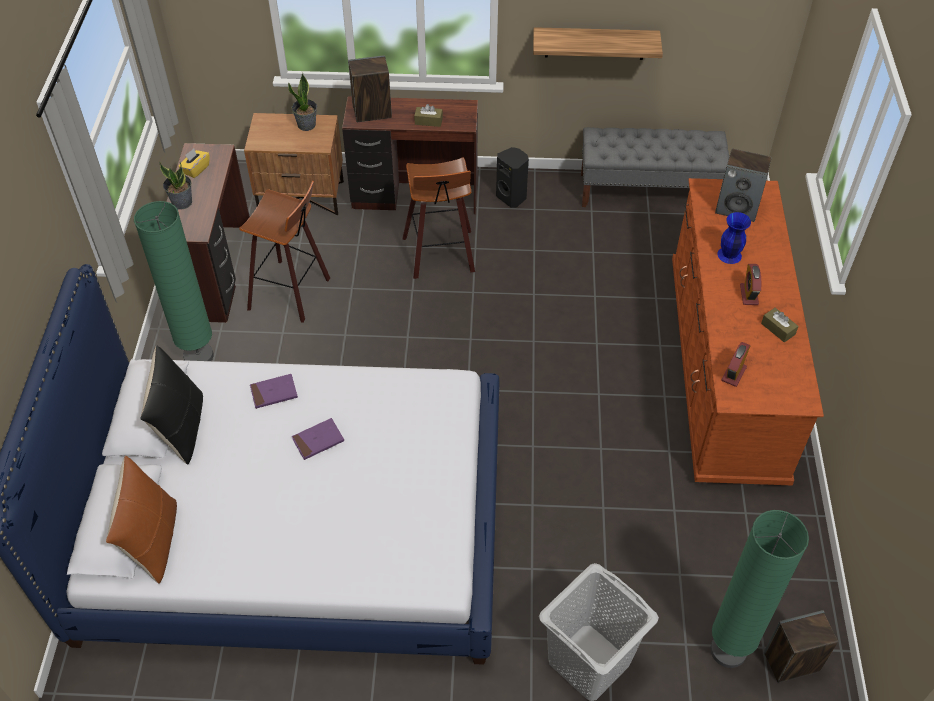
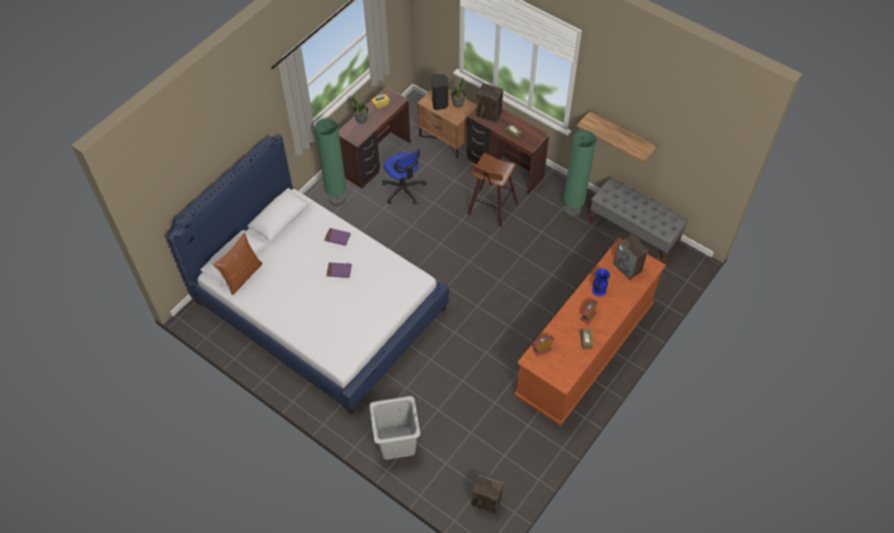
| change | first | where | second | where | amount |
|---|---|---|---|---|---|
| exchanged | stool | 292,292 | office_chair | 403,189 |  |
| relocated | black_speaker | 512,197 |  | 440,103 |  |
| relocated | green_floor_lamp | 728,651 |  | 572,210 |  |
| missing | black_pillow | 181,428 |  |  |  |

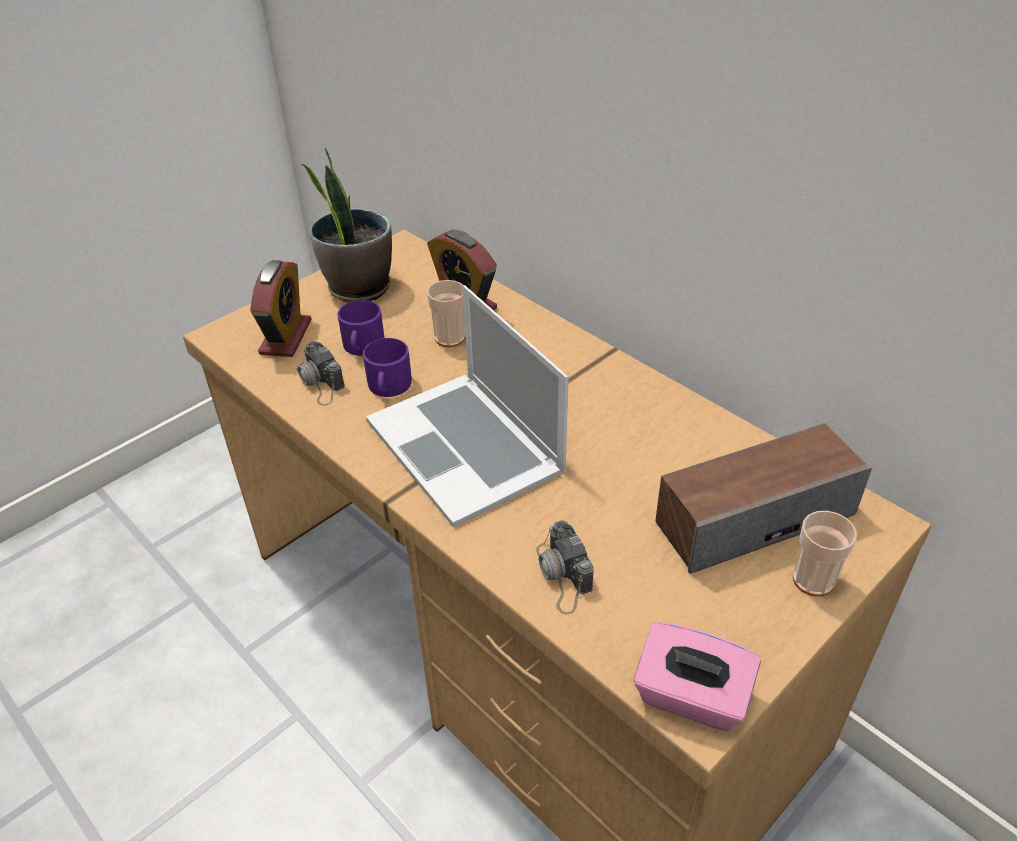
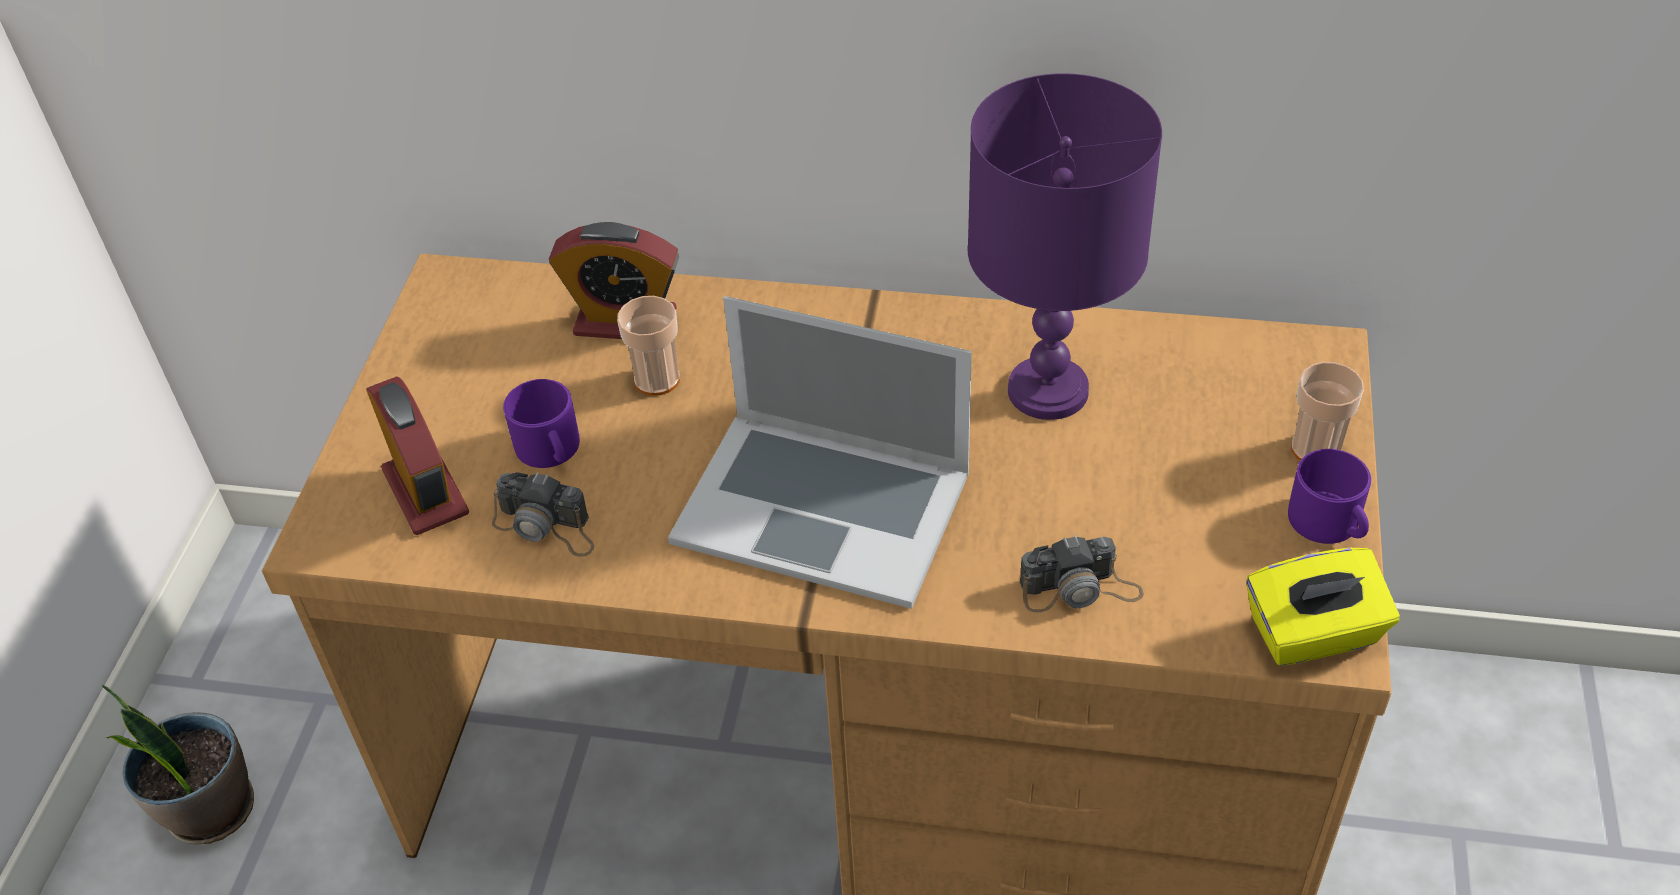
| change | first | where | second | where | amount |
|---|---|---|---|---|---|
| relocated | potted_plant | 358,287 |  | 209,810 |  |
| appeared |  |  | purple_table_lamp | 1047,392 |  |
| spun | photo_camera | 563,575 |  | 1080,589 | 45 degrees counterclockwise |
| colour | pink_tissue_box | 690,697 | yellow_tissue_box | 1313,634 |  |
| relocated | purple_mug | 388,386 |  | 1329,523 |  |
| missing | speaker | 754,517 |  |  |  |

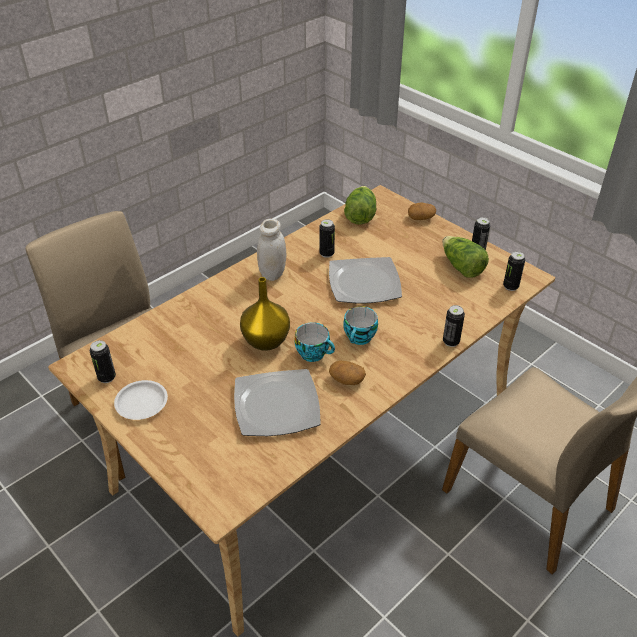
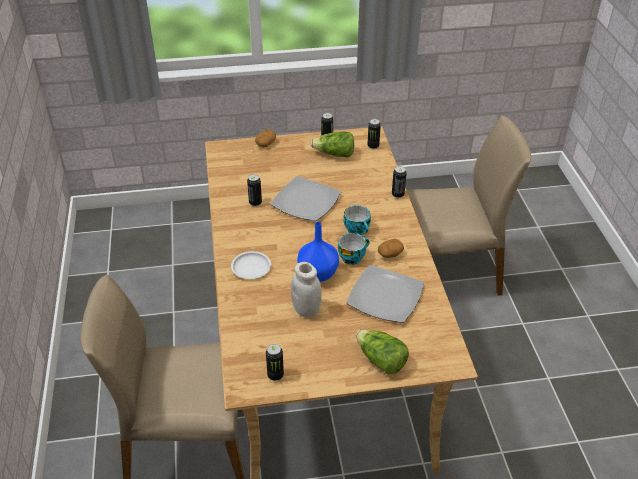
| change | first | where | second | where | amount |
|---|---|---|---|---|---|
| relocated | white_plate | 141,403 |  | 251,268 |  |
| relocated | white_jar | 272,273 |  | 306,310 |  |
| colour | yellow_vase | 265,341 | blue_vase | 317,274 |  |
| relocated | lettuce | 360,215 |  | 381,360 |  |

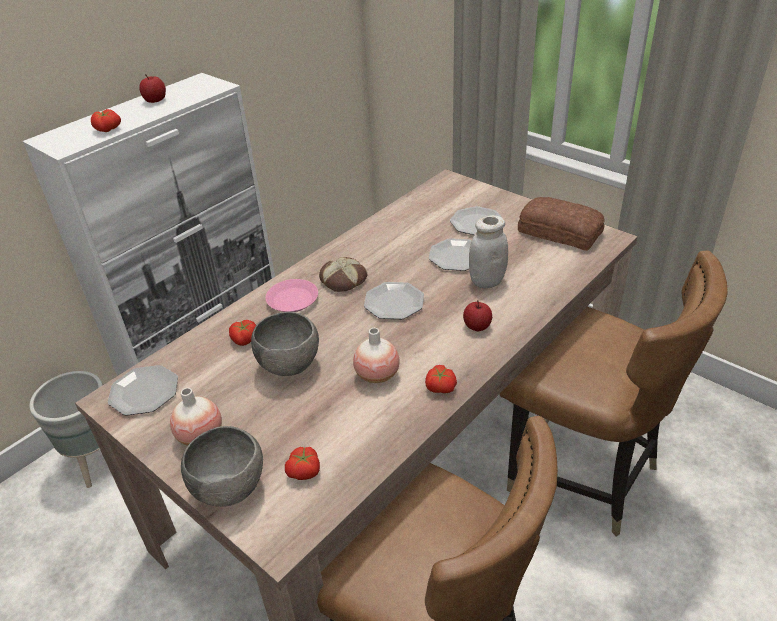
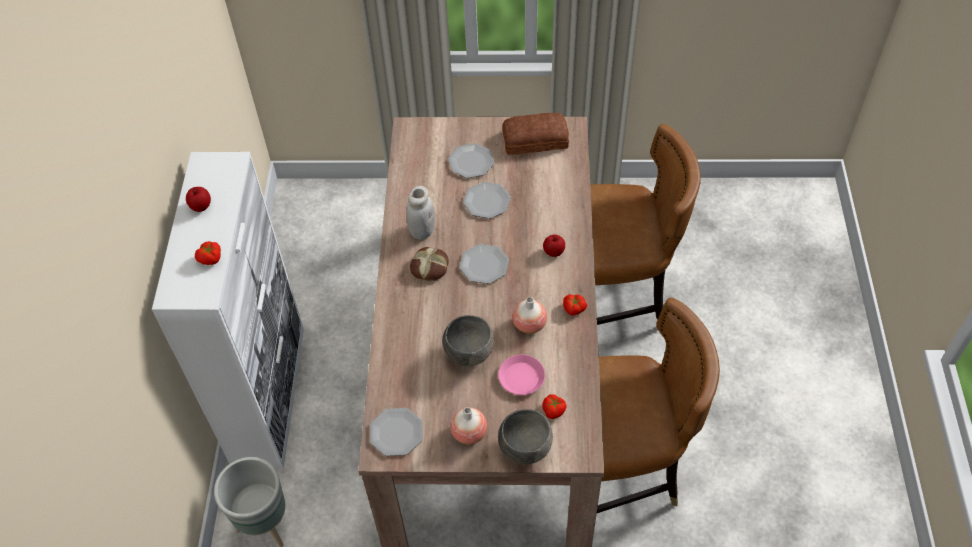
| change | first | where | second | where | amount |
|---|---|---|---|---|---|
| relocated | white_jar | 486,281 |  | 422,231 |  |
| relocated | pink_plate | 293,300 |  | 521,377 |  |
| missing | tomato | 245,340 |  |  |  |

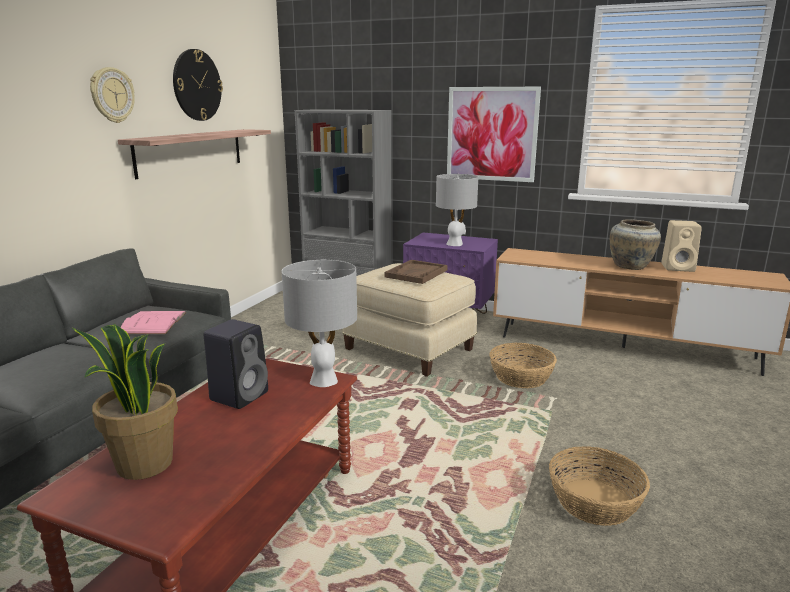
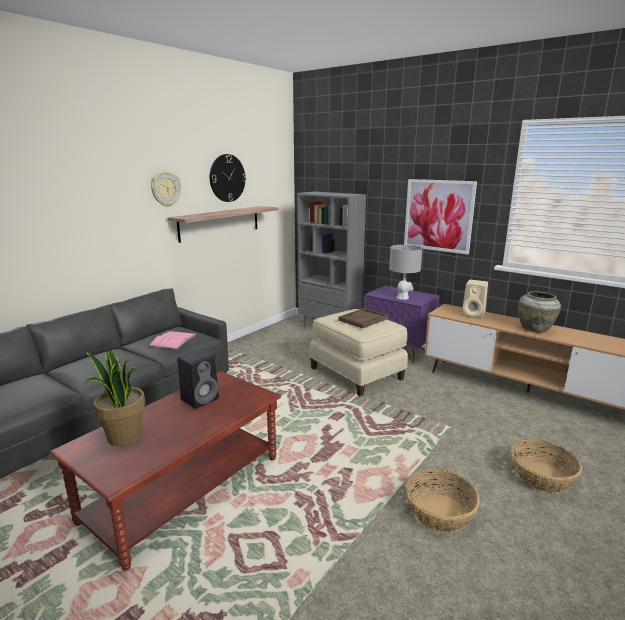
| change | first | where | second | where | amount |
|---|---|---|---|---|---|
| relocated | beige_speaker | 679,268 |  | 474,314 |  |
| relocated | basket | 521,377 |  | 542,476 |  |
| missing | grey_table_lamp | 324,380 |  |  |  |

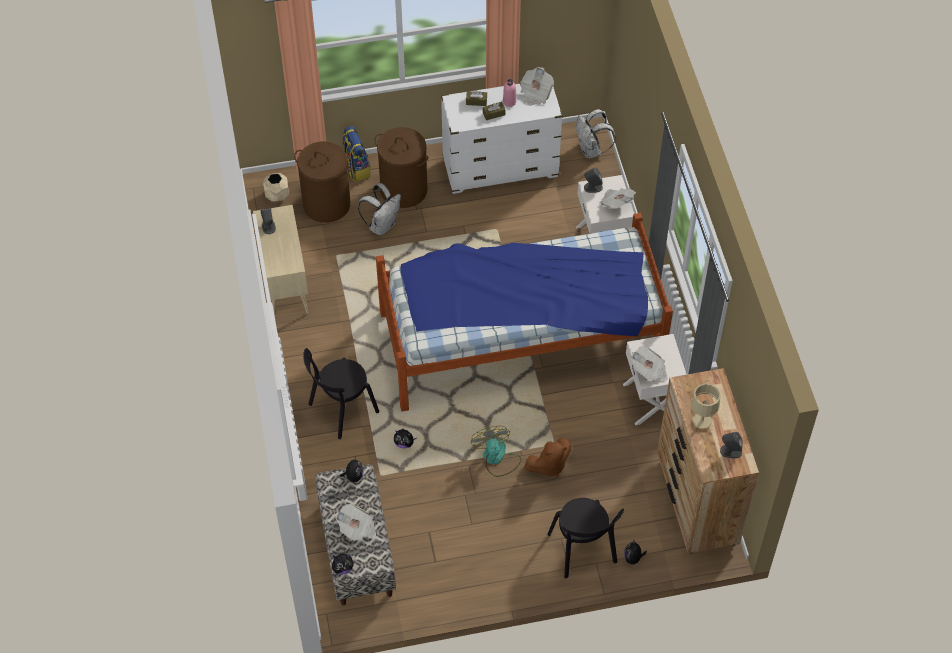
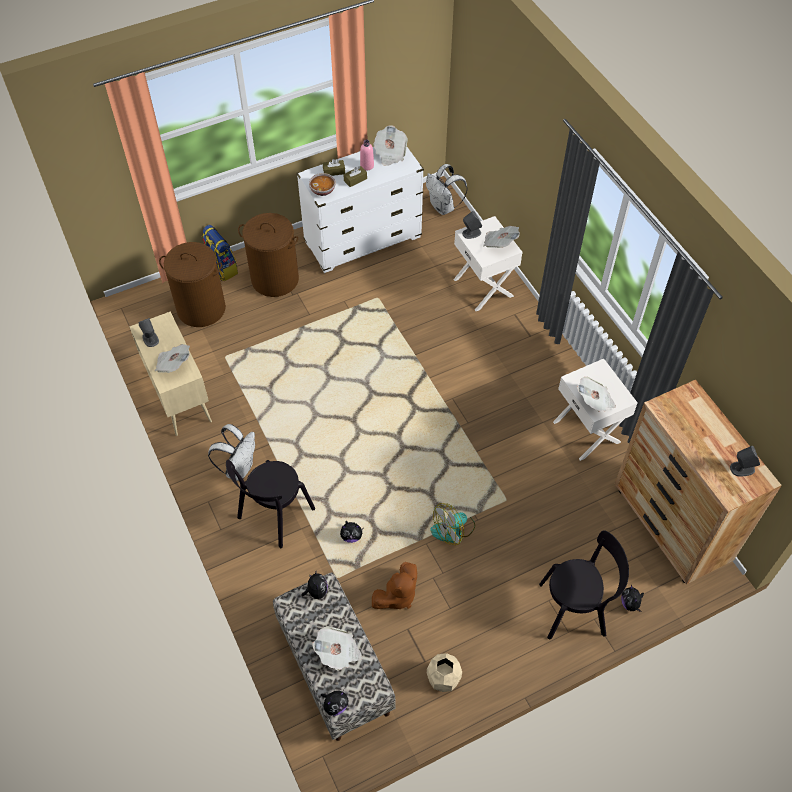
| change | first | where | second | where | amount |
|---|---|---|---|---|---|
| appeared |  |  | newspaper | 173,364 |  |
| relocated | white_backpack | 382,225 |  | 239,468 |  |
| appeared |  |  | bowl | 323,190 |  |
| relocated | brown_plush_toy | 549,465 |  | 397,596 |  |
| relocated | beige_planter | 276,195 |  | 443,678 |  |
| spun | fan | 497,458 |  | 453,529 | 90 degrees counterclockwise |
| spun | black_chair | 583,551 |  | 576,608 | 60 degrees counterclockwise |
| missing | bed | 520,337 |  |  |  |
| missing | beige_table_lamp | 700,417 |  |  |  |

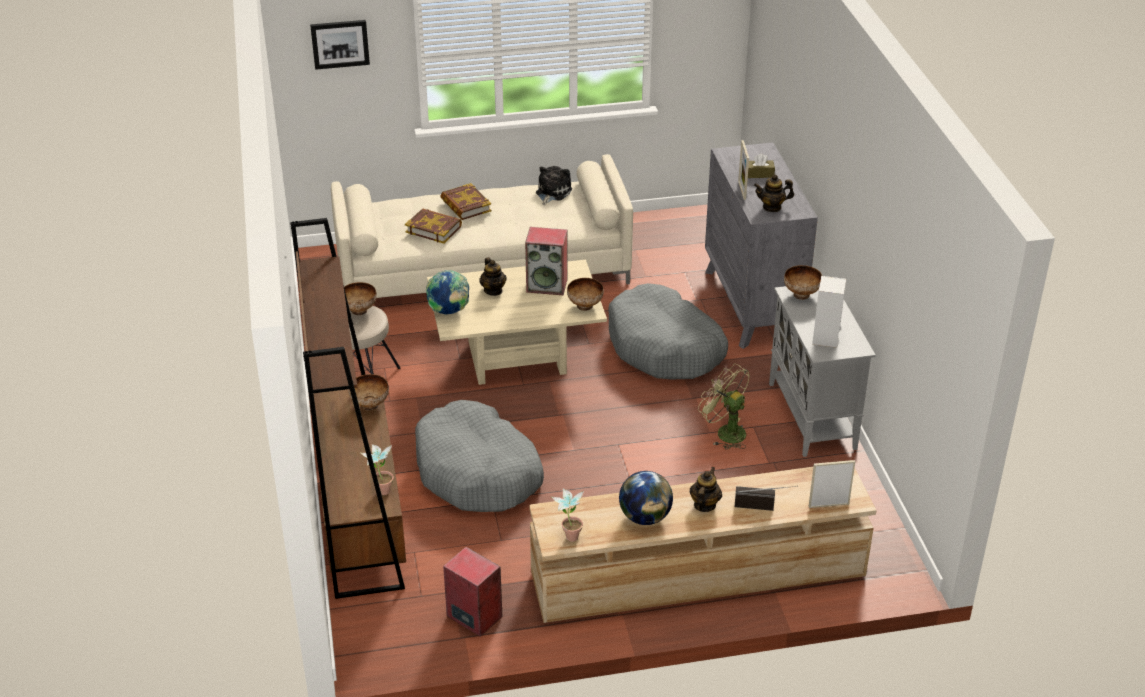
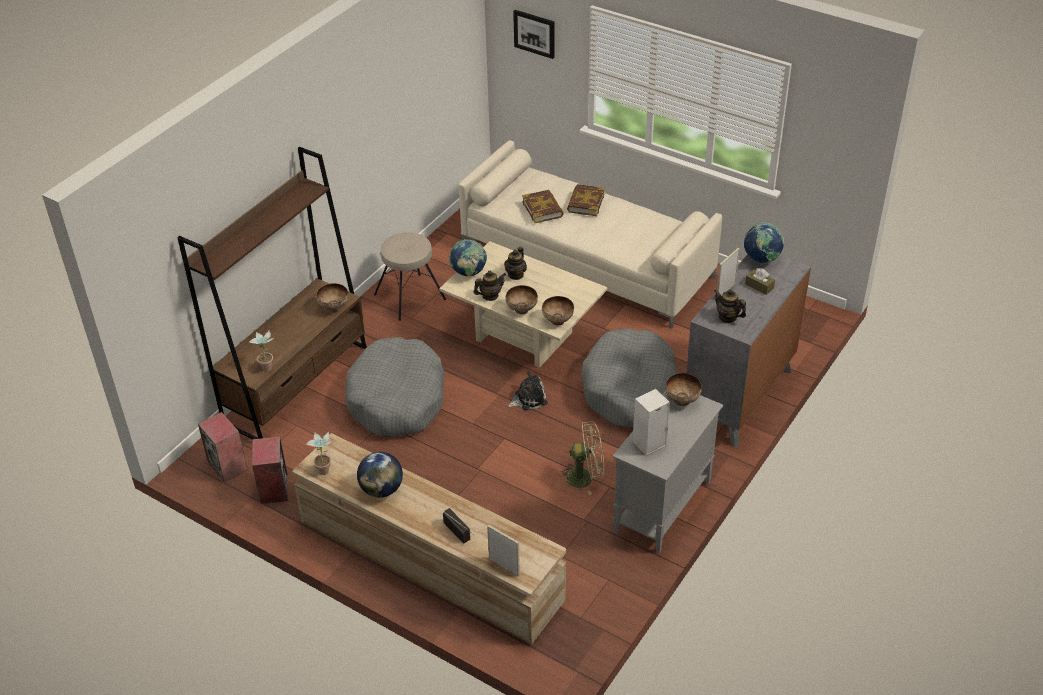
| change | first | where | second | where | amount |
|---|---|---|---|---|---|
| relocated | speaker | 547,285 |  | 228,466 |  |
| relocated | teapot | 704,505 |  | 490,296 |  |
| relocated | bowl | 359,311 |  | 521,310 |  |
| relocated | plush_toy | 552,192 |  | 528,398 |  |
| spun | green_fan | 725,432 |  | 585,477 | 90 degrees clockwise |
| appeared |  |  | globe | 762,259 |  |

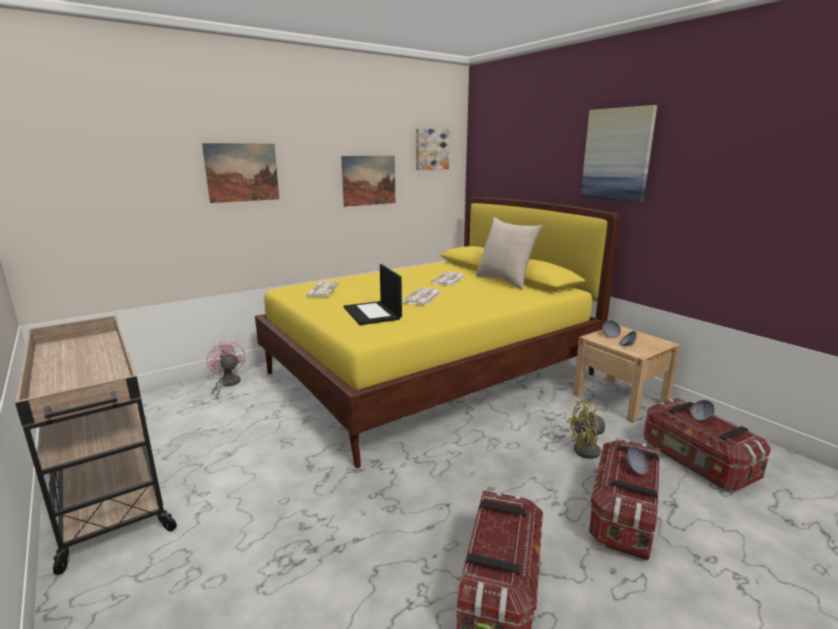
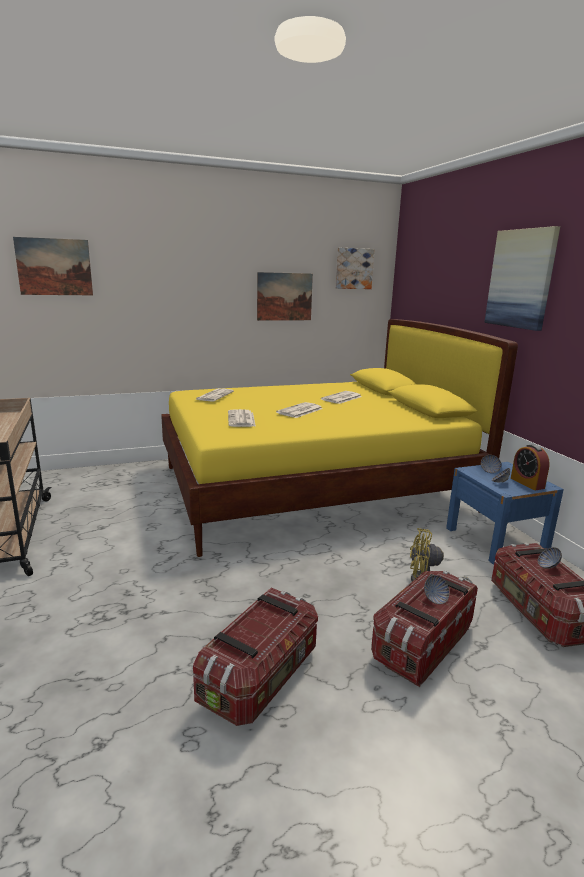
| change | first | where | second | where | amount |
|---|---|---|---|---|---|
| relocated | picture | 242,172 |  | 54,267 |  |
| exchanged | laptop | 372,313 | newspaper | 241,419 |  |
| colour | beige_nightstand | 620,399 | blue_nightstand | 495,540 |  |
| appeared |  |  | alarm_clock | 527,483 |  |
| missing | pink_fan | 227,384 |  |  |  |
| missing | beige_pillow | 505,281 |  |  |  |

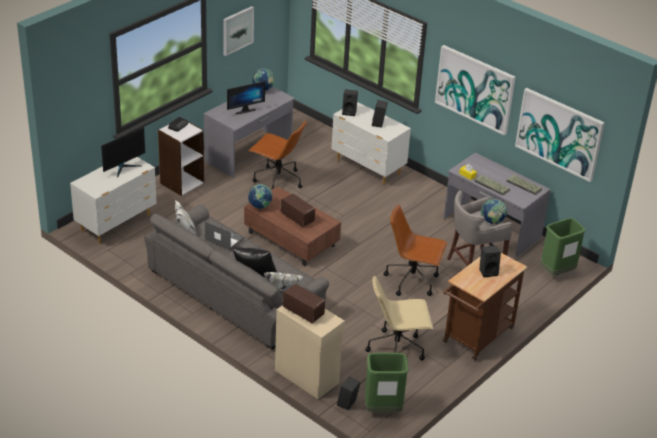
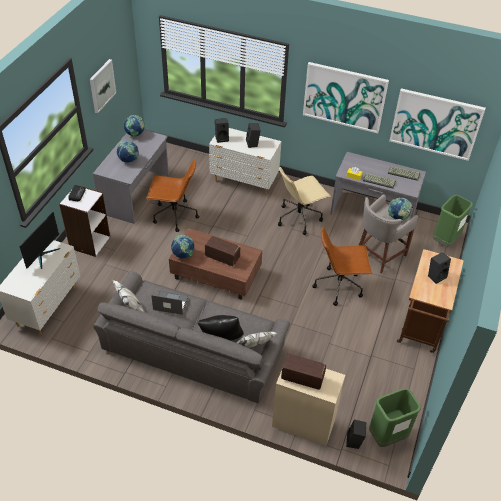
| change | first | where | second | where | amount |
|---|---|---|---|---|---|
| exchanged | monitor | 244,110 | globe | 129,160 |  |
| relocated | beige_office_chair | 397,349 |  | 299,218 |  |

